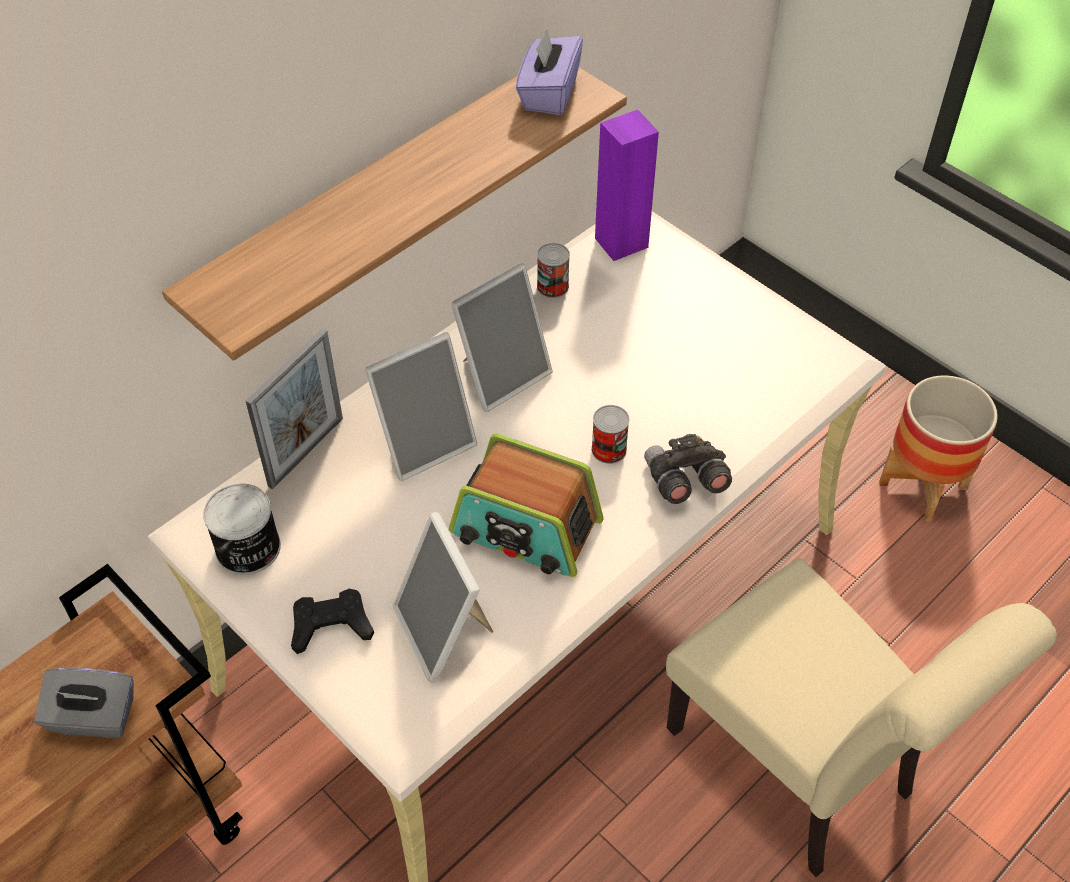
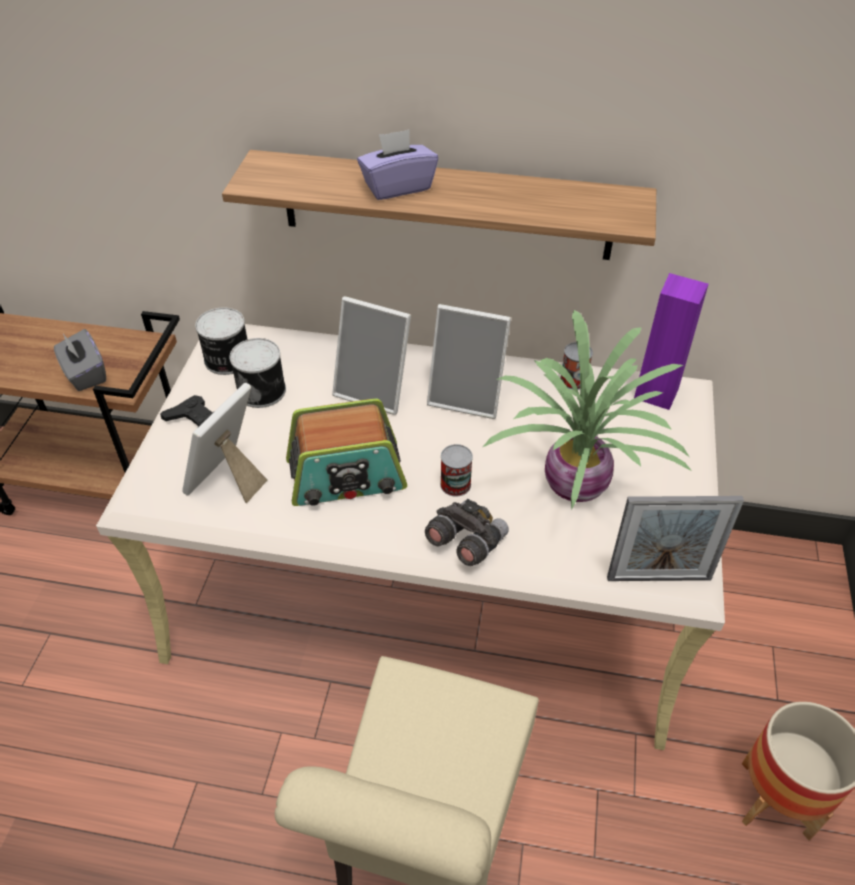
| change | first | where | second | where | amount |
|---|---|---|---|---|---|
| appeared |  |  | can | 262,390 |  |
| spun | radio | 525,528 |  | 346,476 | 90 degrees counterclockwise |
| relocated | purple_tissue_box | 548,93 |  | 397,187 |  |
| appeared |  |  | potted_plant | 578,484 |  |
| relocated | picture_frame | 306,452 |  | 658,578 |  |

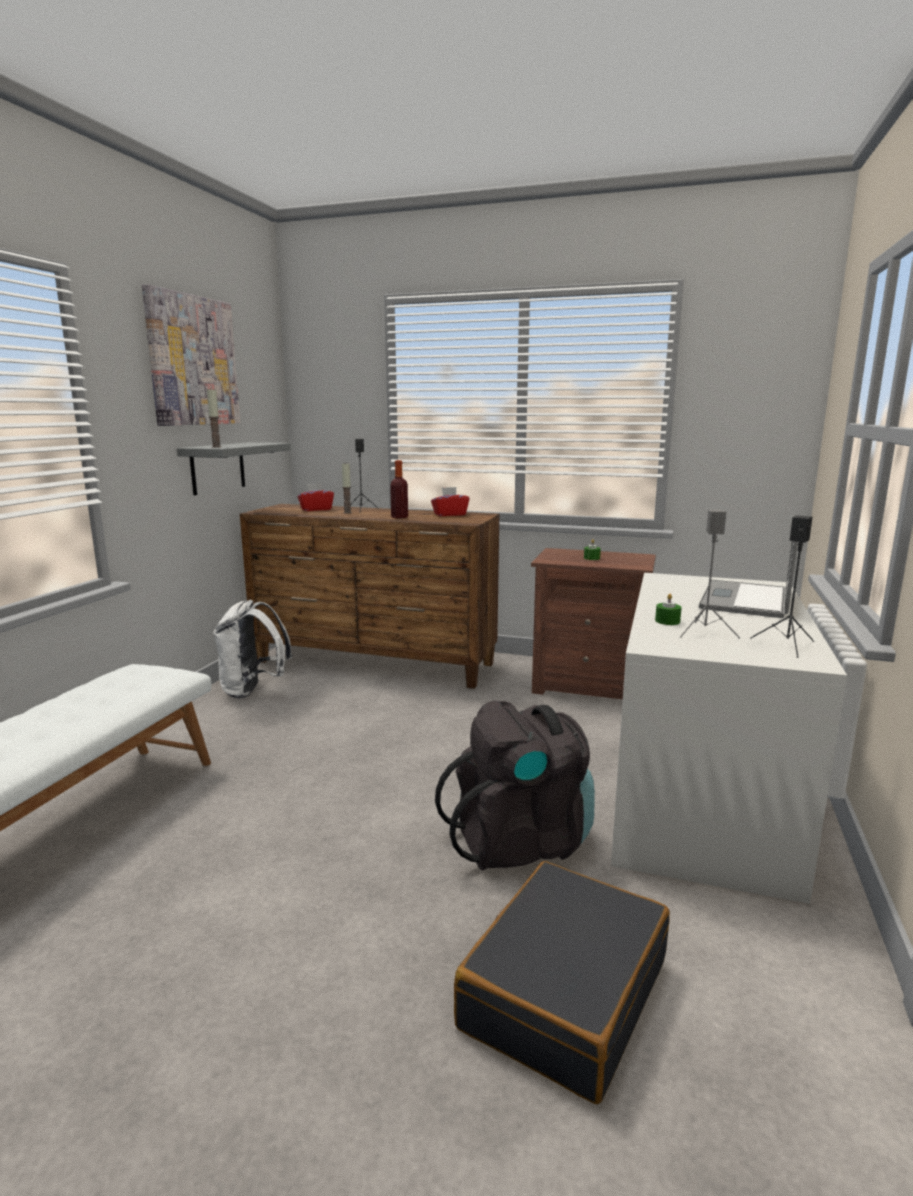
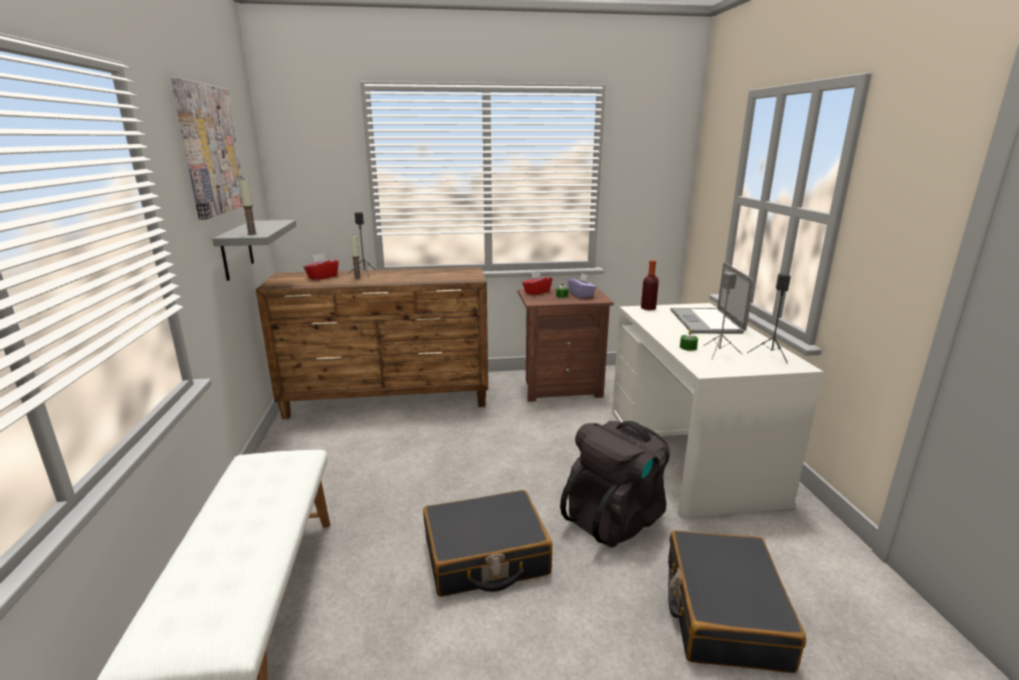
| change | first | where | second | where | amount |
|---|---|---|---|---|---|
| appeared |  |  | black_suitcase | 485,556 |  |
| relocated | red_tissue_box | 449,514 |  | 536,292 |  |
| appeared |  |  | purple_tissue_box | 581,295 |  |
| relocated | bottle | 399,517 |  | 648,308 |  |
| missing | white_backpack | 253,690 |  |  |  |

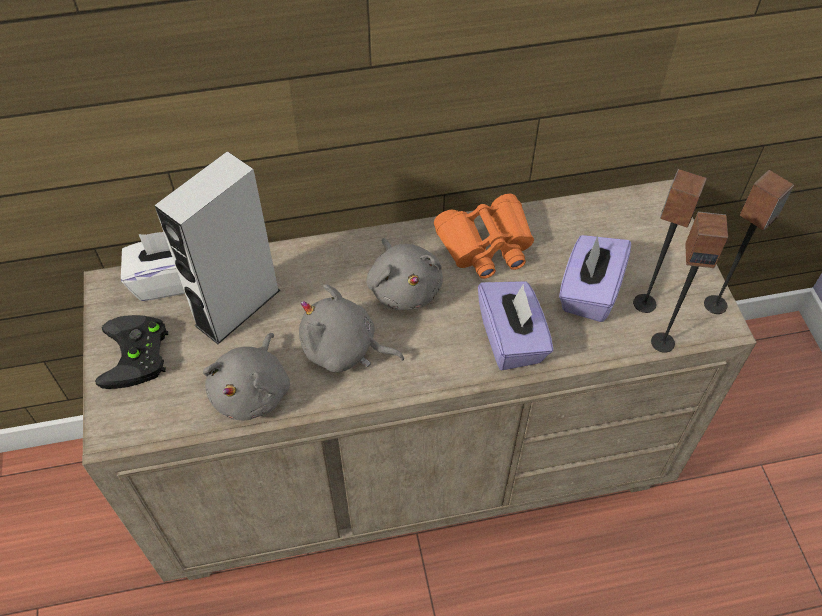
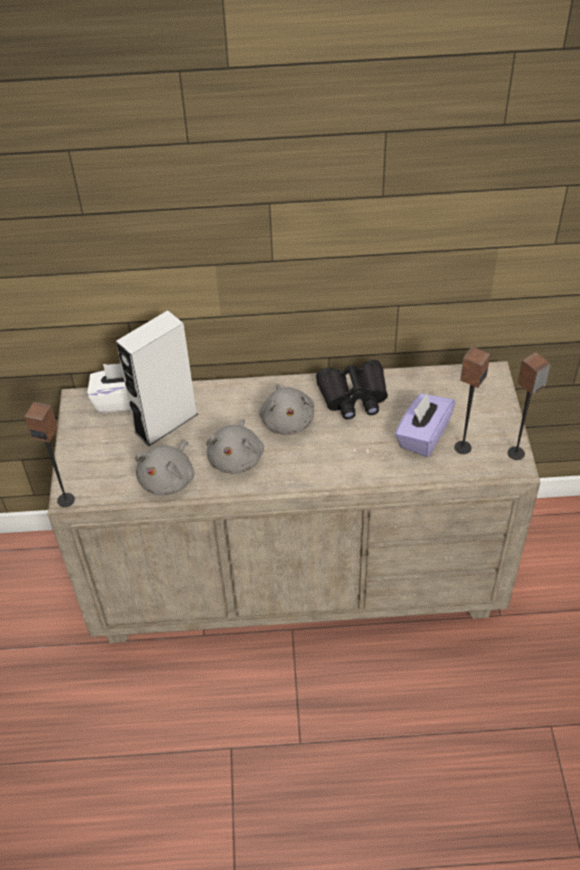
| change | first | where | second | where | amount |
|---|---|---|---|---|---|
| relocated | speaker | 662,342 |  | 66,499 |  |
| spun | grey_plush_toy | 344,349 |  | 237,458 | 105 degrees counterclockwise |
| colour | orange_binoculars | 486,245 | black_binoculars | 353,396 |  |
| missing | black_game_controller | 137,356 |  |  |  |
| missing | purple_tissue_box | 511,339 |  |  |  |

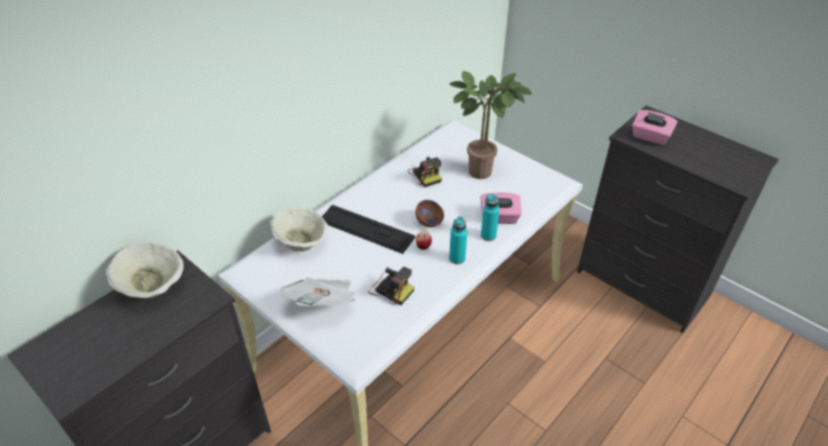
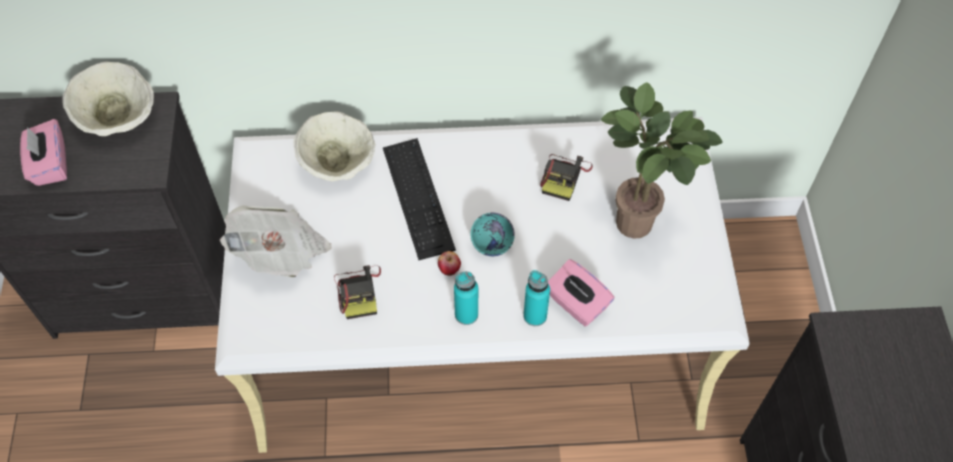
| change | first | where | second | where | amount |
|---|---|---|---|---|---|
| relocated | pink_tissue_box | 650,137 |  | 50,165 |  |
| colour | brown_bowl | 429,222 | turquoise_bowl | 492,244 |  |

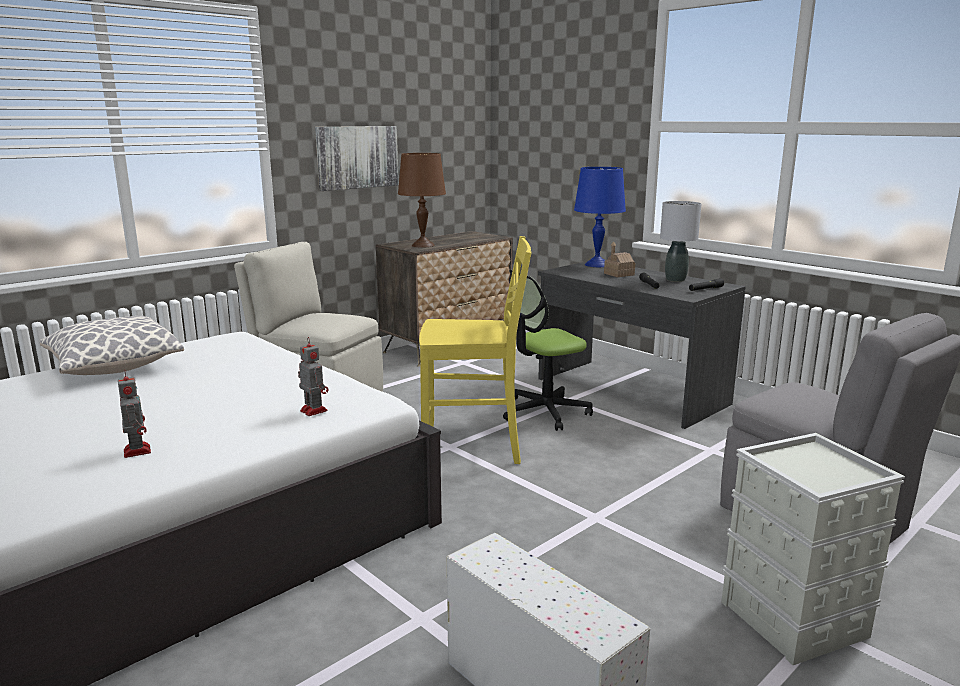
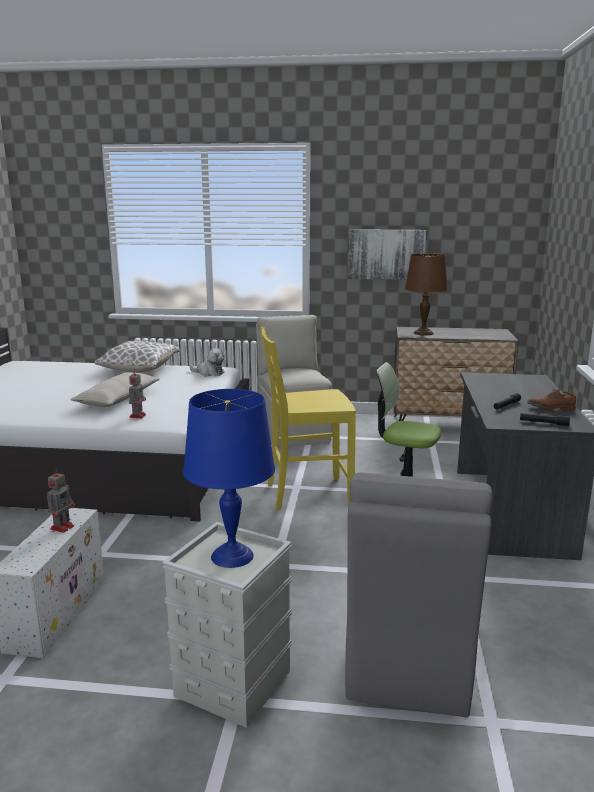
| change | first | where | second | where | amount |
|---|---|---|---|---|---|
| relocated | toy_robot | 137,450 |  | 63,527 |  |
| appeared |  |  | beige_pillow | 118,399 |  |
| relocated | blue_table_lamp | 596,265 |  | 231,555 |  |
| appeared |  |  | plush_toy | 209,373 |  |
| spun | yellow_chair | 474,448 |  | 307,494 | 120 degrees clockwise |
| exchanged | grey_table_lamp | 676,280 | brown_shoe | 550,408 |  |
| missing | toy_house | 618,274 |  |  |  |

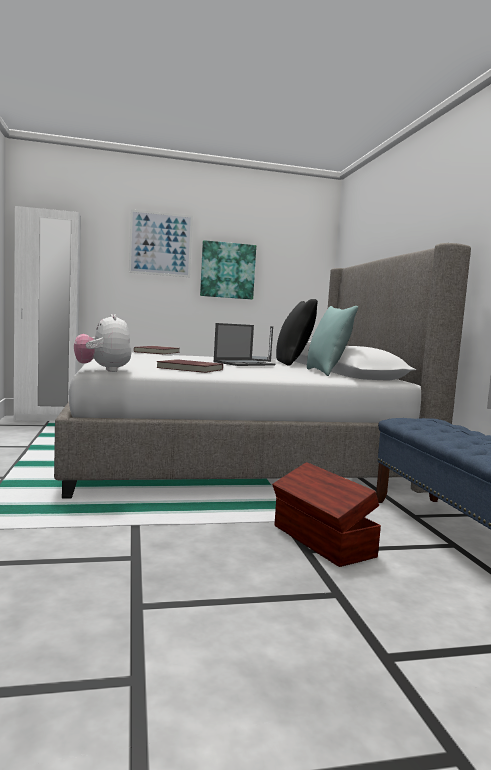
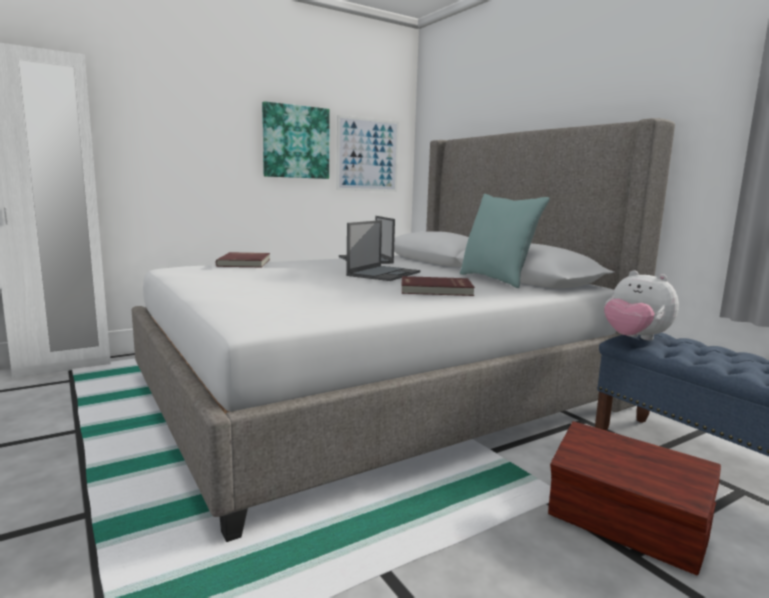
| change | first | where | second | where | amount |
|---|---|---|---|---|---|
| relocated | picture | 160,244 |  | 367,155 |  |
| relocated | red_book | 189,369 |  | 436,290 |  |
| relocated | plush_toy | 103,370 |  | 635,339 |  |
| missing | black_pillow | 293,363 |  |  |  |

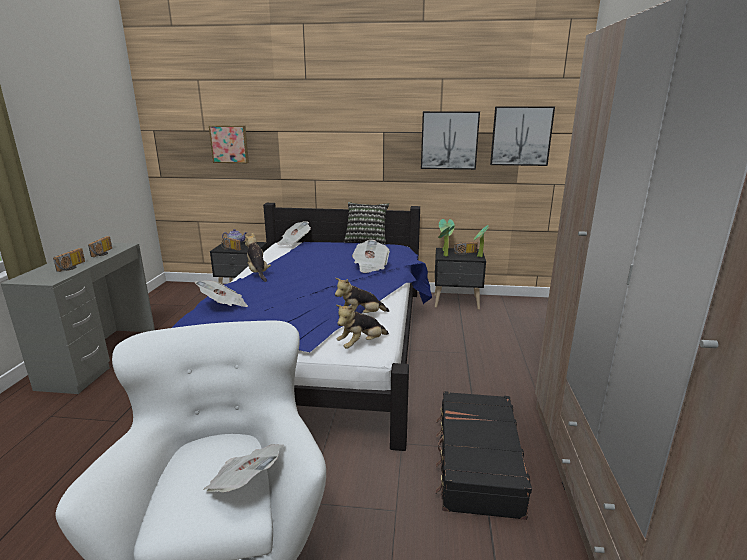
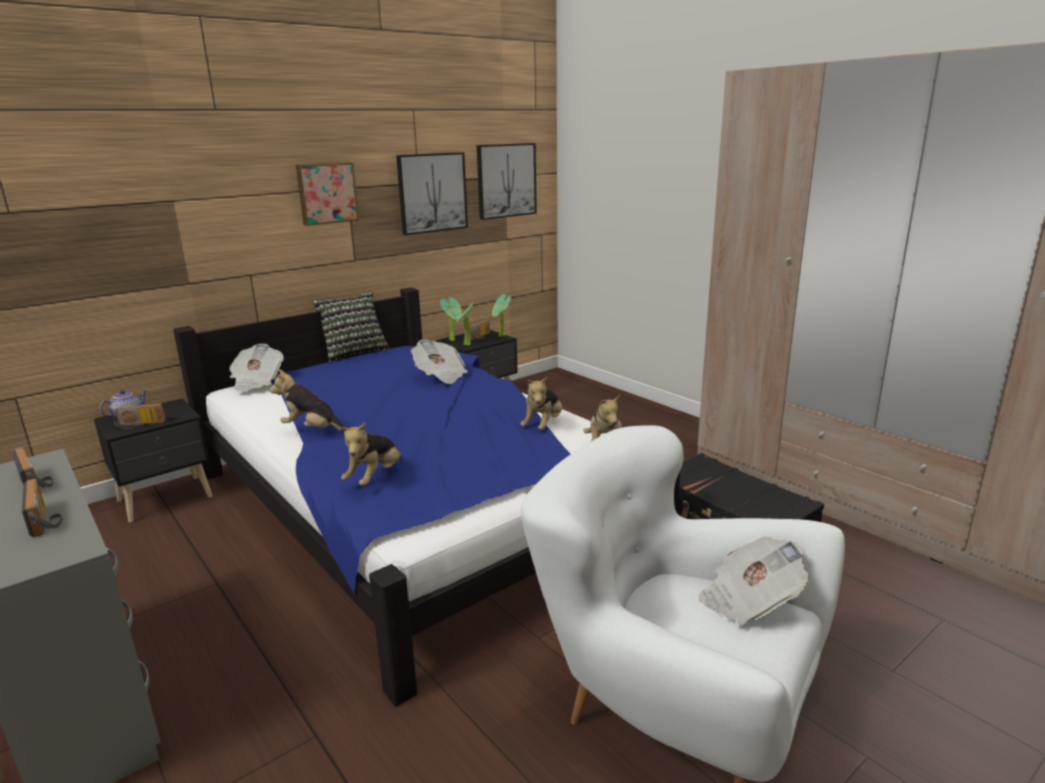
| change | first | where | second | where | amount |
|---|---|---|---|---|---|
| relocated | picture | 229,144 |  | 327,193 |  |
| exchanged | newspaper | 224,305 | plush_toy | 375,478 |  |

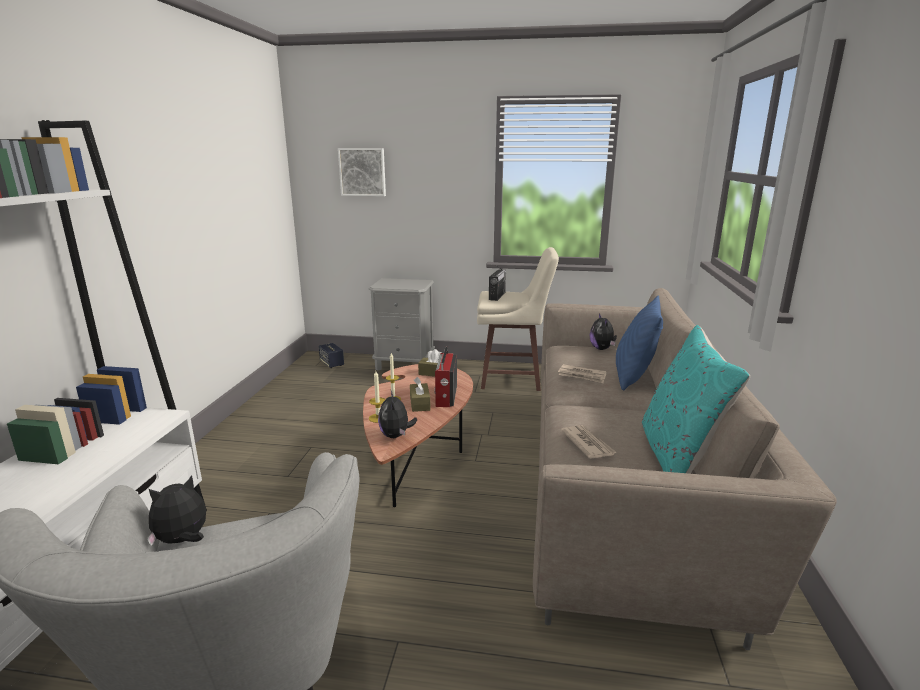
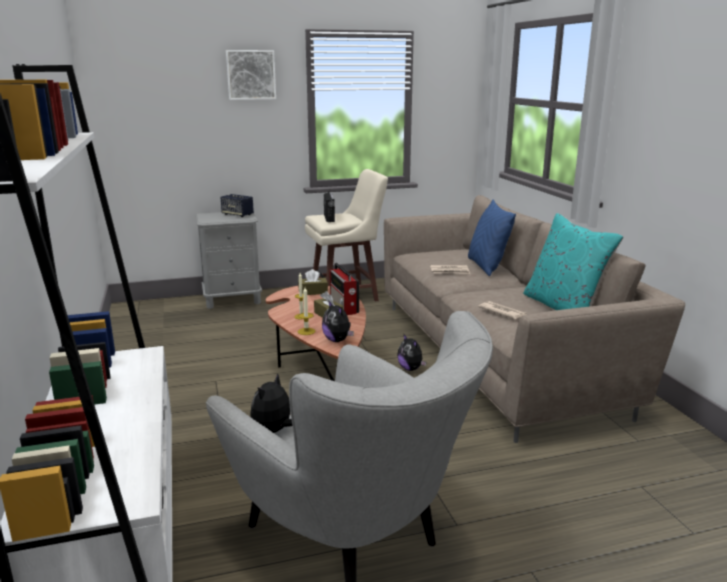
| change | first | where | second | where | amount |
|---|---|---|---|---|---|
| relocated | speaker | 332,363 |  | 237,214 |  |
| relocated | picture | 362,172 |  | 251,75 |  |
| relocated | plush_toy | 602,349 |  | 411,368 |  |

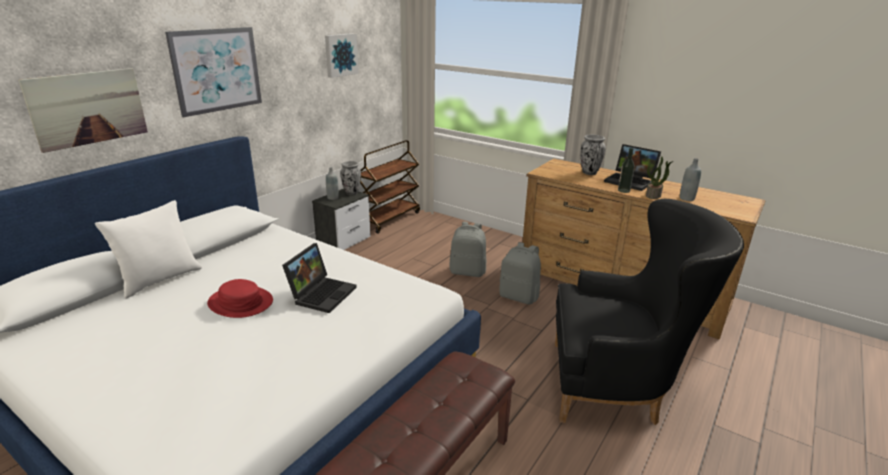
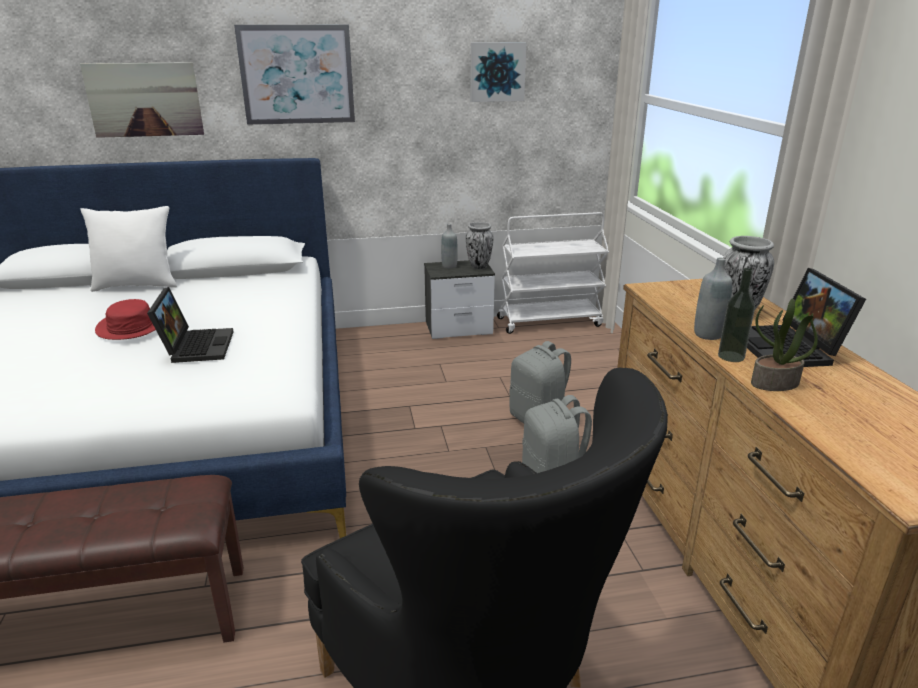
| change | first | where | second | where | amount |
|---|---|---|---|---|---|
| spun | laptop | 322,293 |  | 195,346 | 75 degrees counterclockwise |
| colour | brown_cart | 389,219 | white_cart | 549,321 |  |
| relocated | grey_bottle | 686,198 |  | 708,334 |  |

